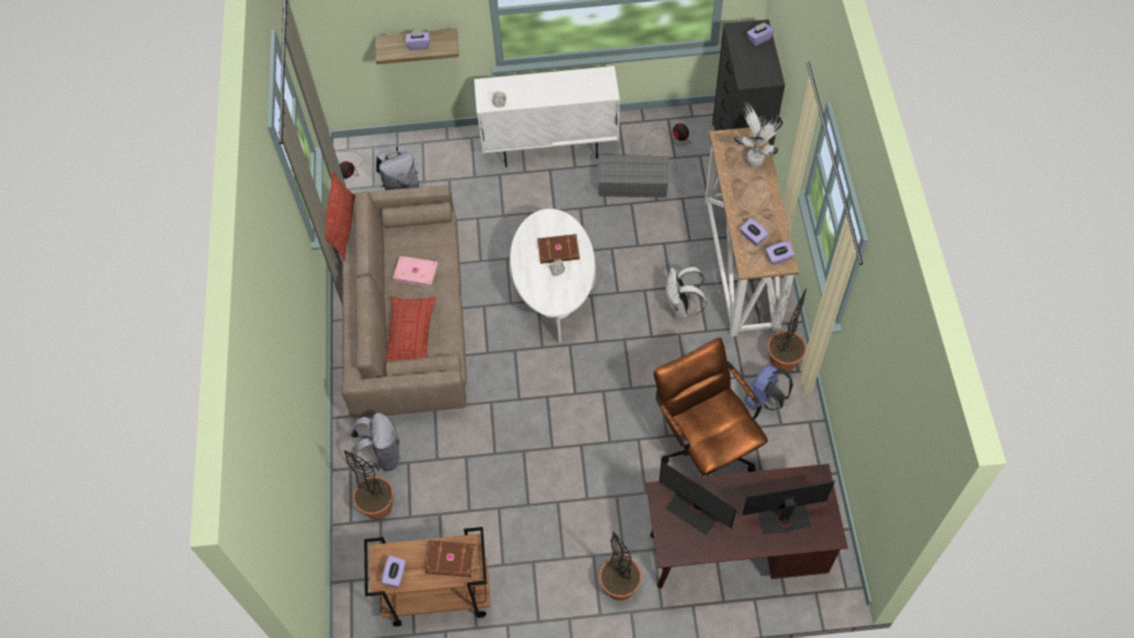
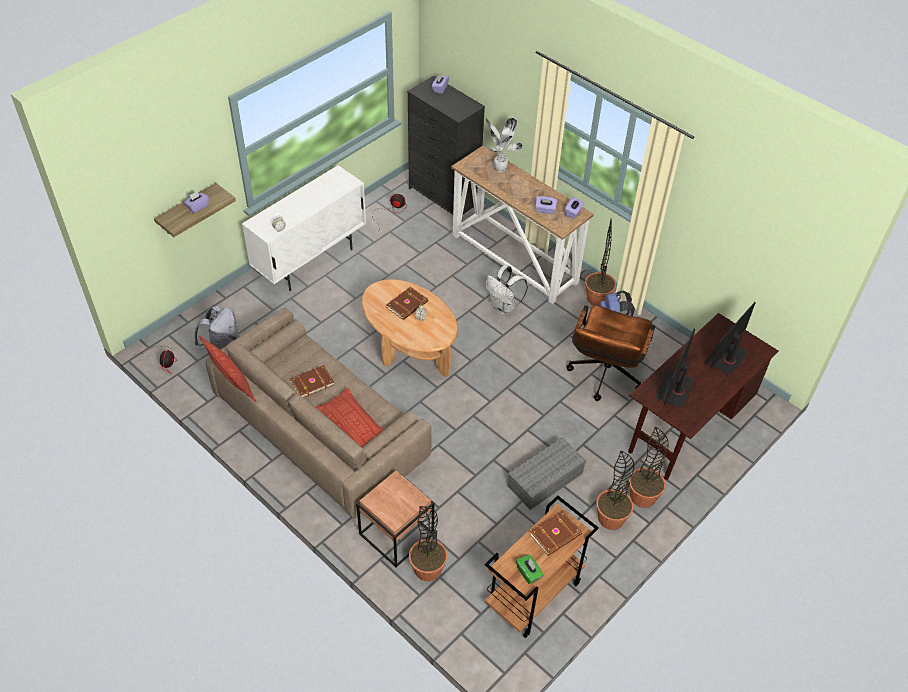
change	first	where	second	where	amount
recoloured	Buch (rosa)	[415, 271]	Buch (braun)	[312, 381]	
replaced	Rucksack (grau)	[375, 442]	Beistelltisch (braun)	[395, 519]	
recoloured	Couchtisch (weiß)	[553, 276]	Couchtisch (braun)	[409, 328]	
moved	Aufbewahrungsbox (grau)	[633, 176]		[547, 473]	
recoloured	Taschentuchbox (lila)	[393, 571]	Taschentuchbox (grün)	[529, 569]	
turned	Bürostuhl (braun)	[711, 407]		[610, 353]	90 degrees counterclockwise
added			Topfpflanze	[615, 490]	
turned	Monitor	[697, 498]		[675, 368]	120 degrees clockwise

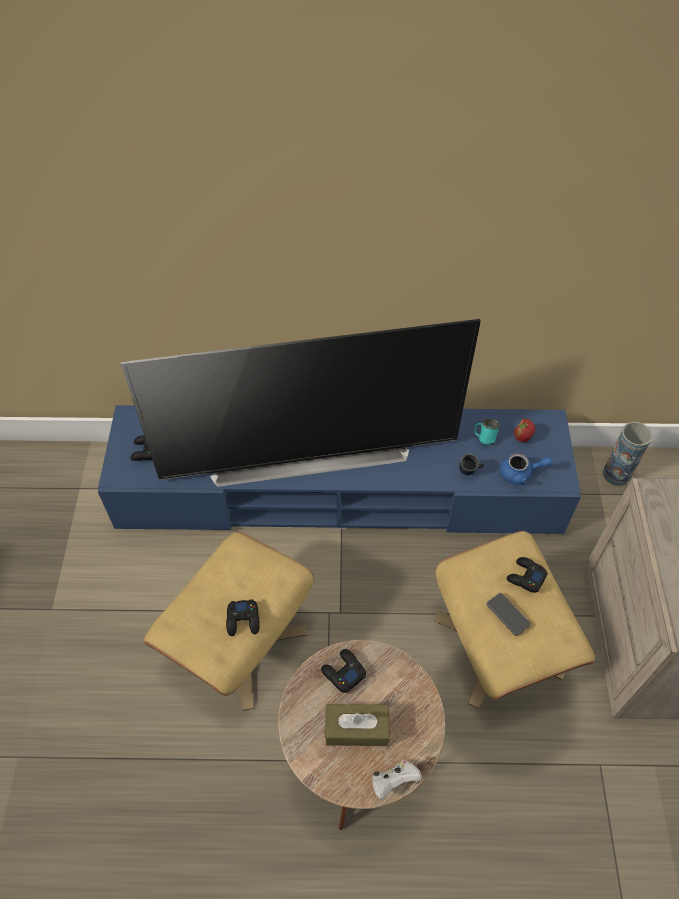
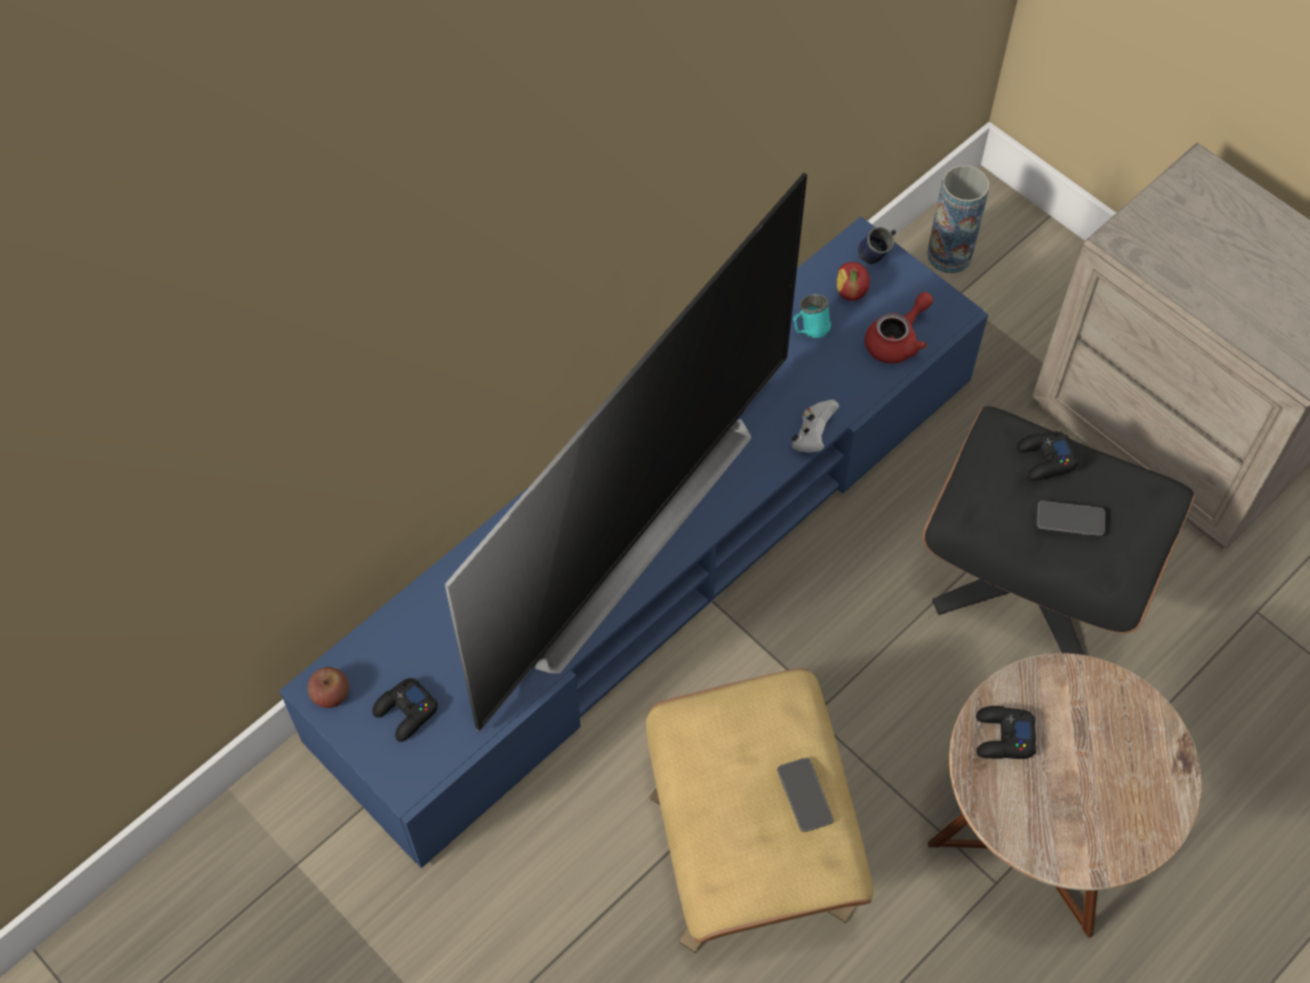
change	first	where	second	where	amount
added			Apfel	[328, 687]	
replaced	Gamepad (schwarz)	[243, 617]	Handy	[805, 795]	
moved	Gamepad (weiß)	[397, 780]		[815, 426]	
moved	Henkelbecher (blau)	[471, 464]		[877, 245]	
recoloured	Teekanne (blau)	[526, 469]	Teekanne (rot)	[899, 328]	
recoloured	Polsterhocker (beige)	[514, 620]	Polsterhocker (schwarz)	[1059, 530]	
removed	Taschentuchbox (braun)	[357, 725]			

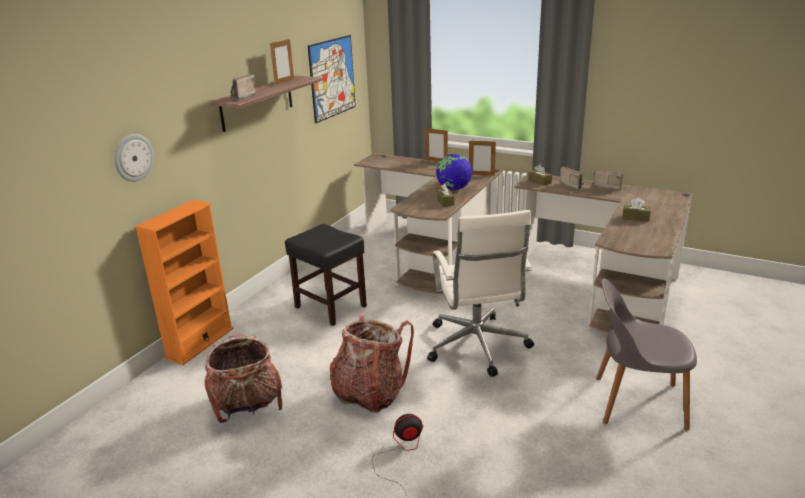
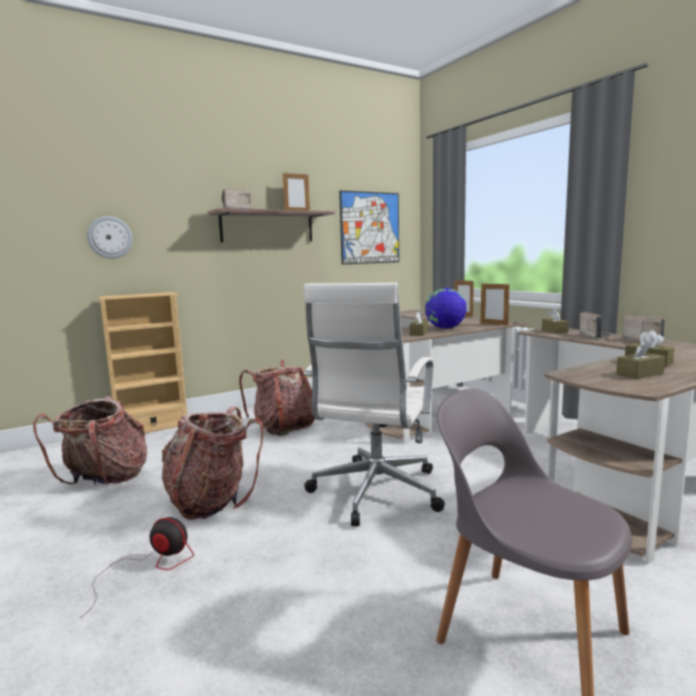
change	first	where	second	where	amount
recoloured	Bücherregal (orange)	[184, 282]	Bücherregal (beige)	[142, 362]	
replaced	Hocker (schwarz)	[326, 275]	Rucksack	[277, 398]	
added			Taschentuchbox (braun)	[640, 359]	

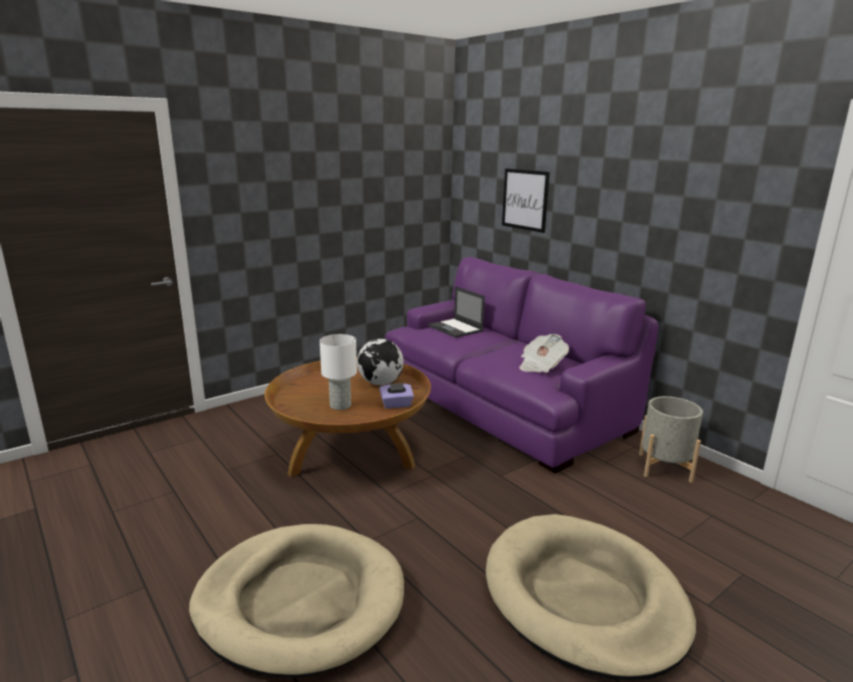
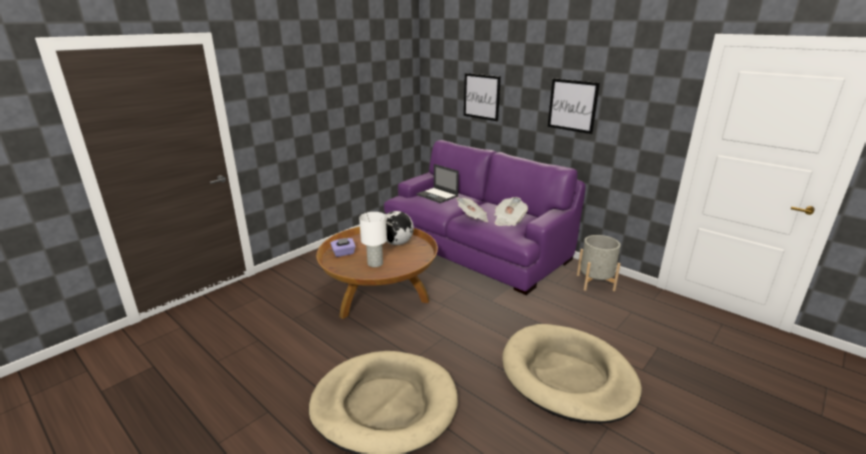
change	first	where	second	where	amount
moved	Taschentuchbox (lila)	[396, 396]		[343, 247]	
added			Zeitung	[472, 209]	
added			Bild	[574, 106]	

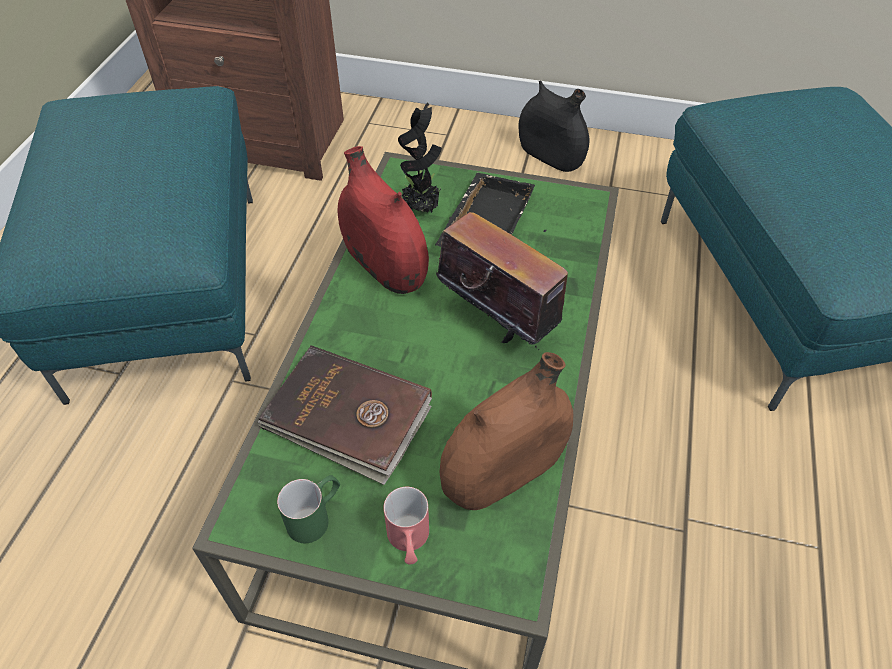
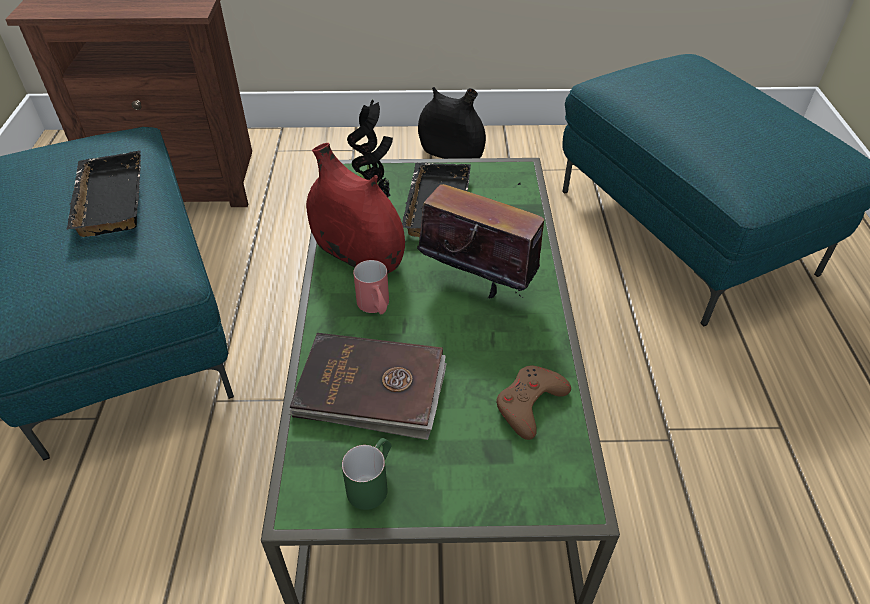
change	first	where	second	where	amount
added			Tablett (schwarz)	[103, 194]	
moved	Henkelbecher (rot)	[406, 525]		[371, 287]	
replaced	Vase (braun)	[506, 431]	Gamepad (braun)	[533, 402]	

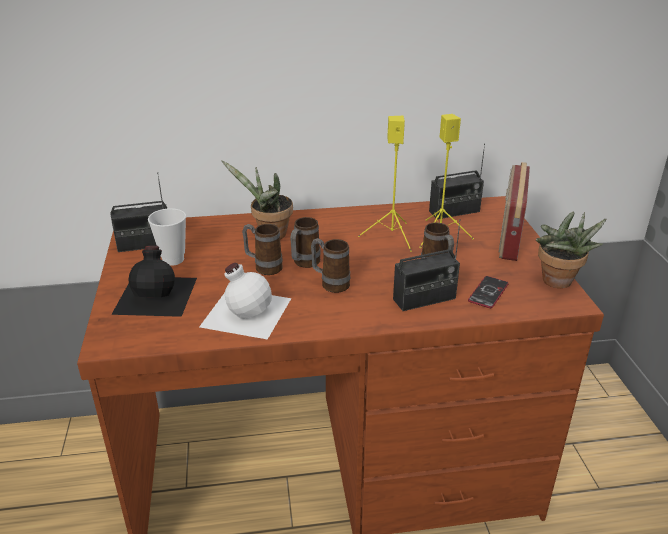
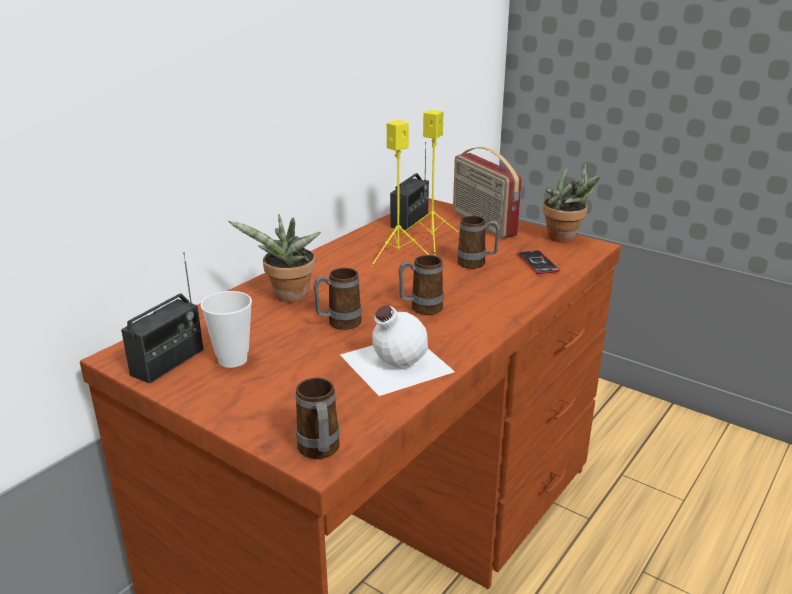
change	first	where	second	where	amount
moved	Henkelbecher	[305, 242]		[318, 418]	
removed	Flasche (schwarz)	[154, 281]			
removed	Radio	[427, 265]			

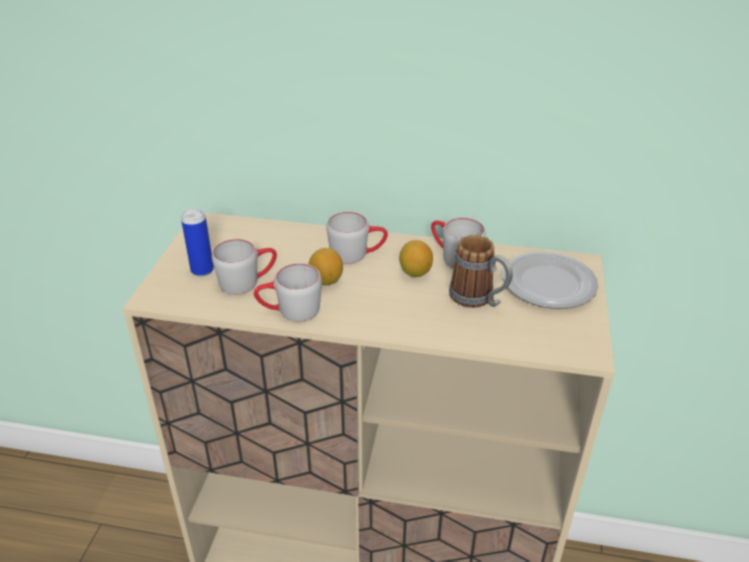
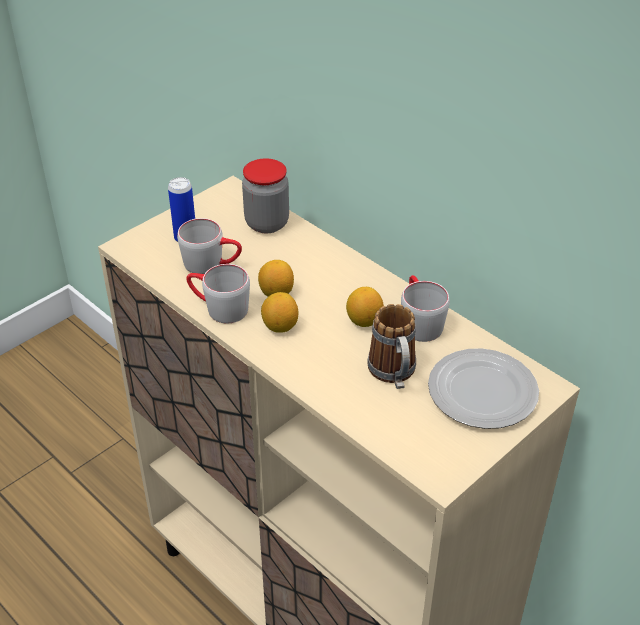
change	first	where	second	where	amount
added			Vorratsglas	[265, 195]	
added			Zitrone	[279, 312]	
removed	Henkelbecher (grau)	[357, 238]			

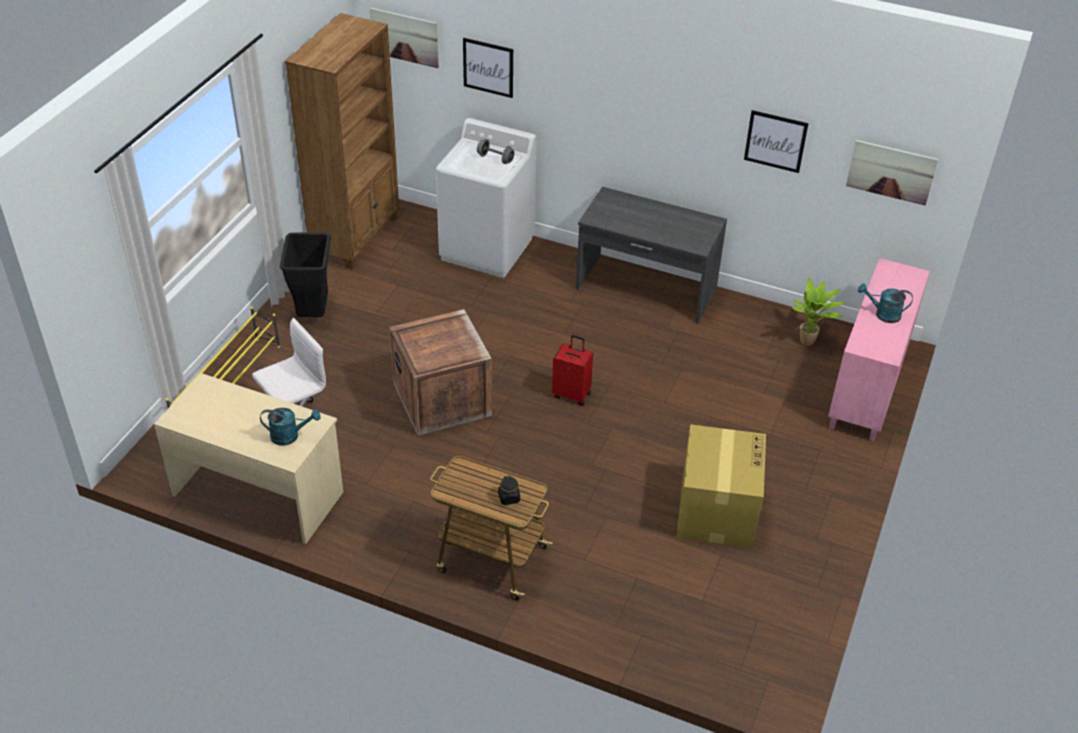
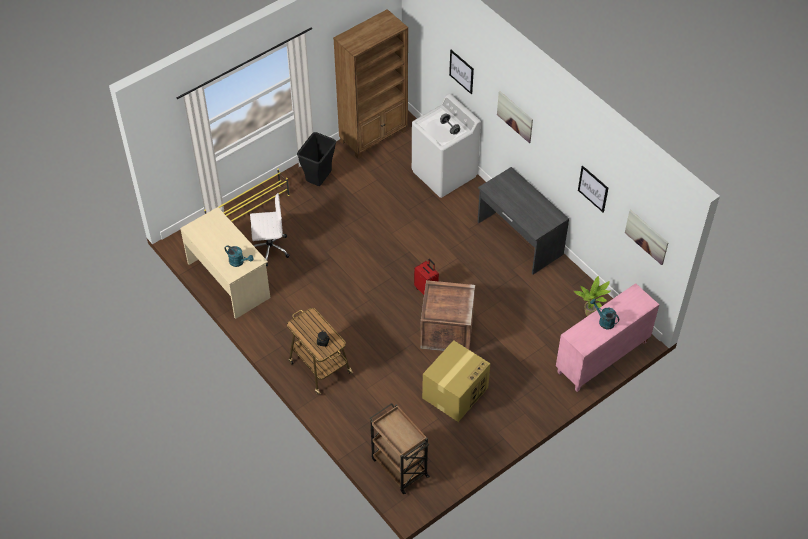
change	first	where	second	where	amount
added			Rollwagen (braun)	[399, 448]	
moved	Kiste	[441, 372]		[447, 315]	
moved	Bild	[404, 38]		[515, 117]	

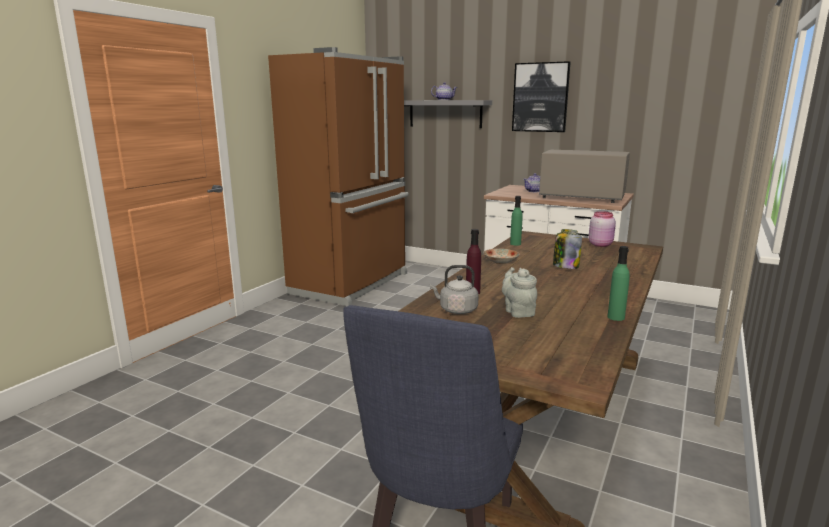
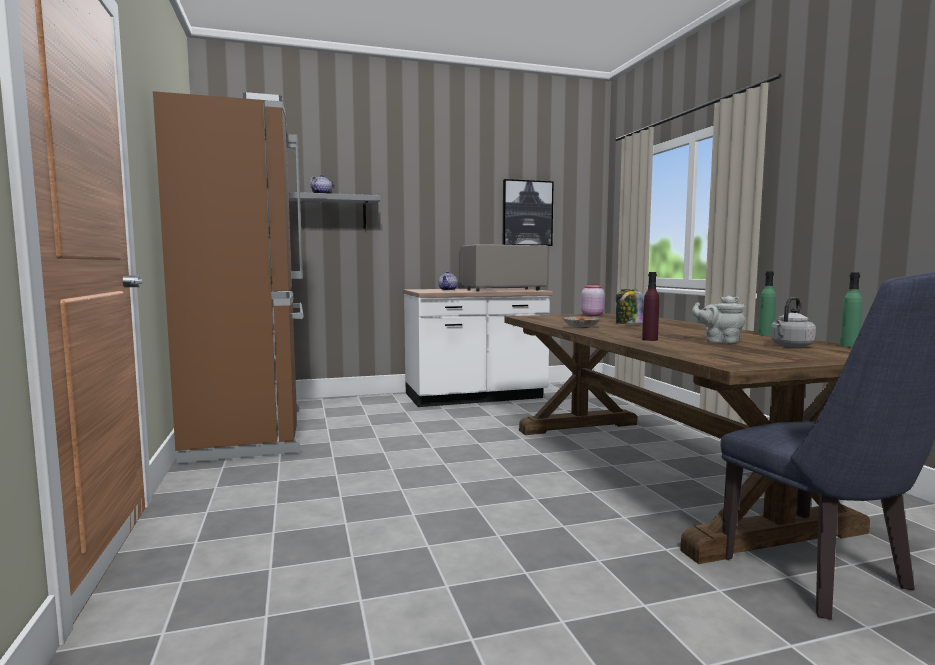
change	first	where	second	where	amount
moved	Bild	[541, 96]		[528, 212]	
moved	Wasserkessel (grau)	[454, 289]		[793, 322]	
moved	Flasche (grün)	[516, 221]		[851, 310]	

